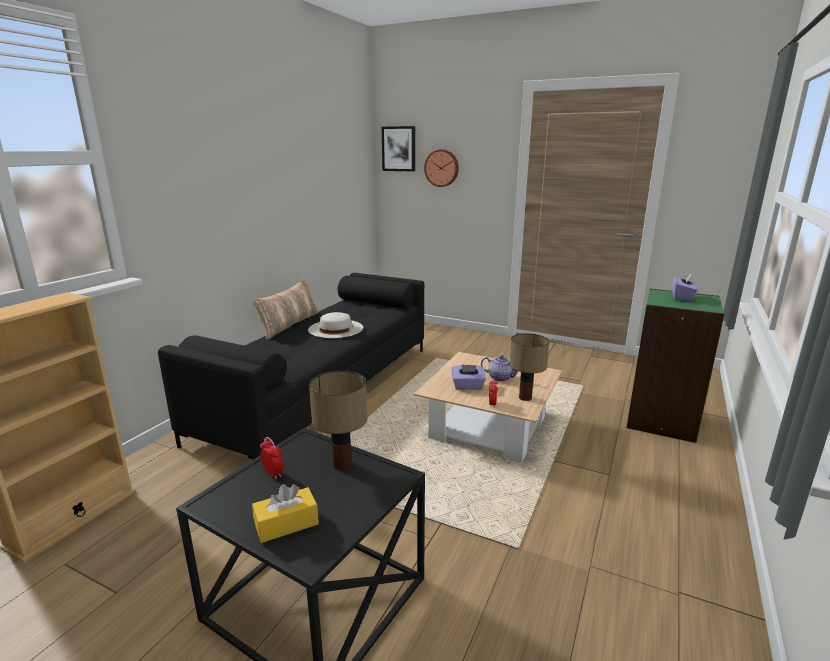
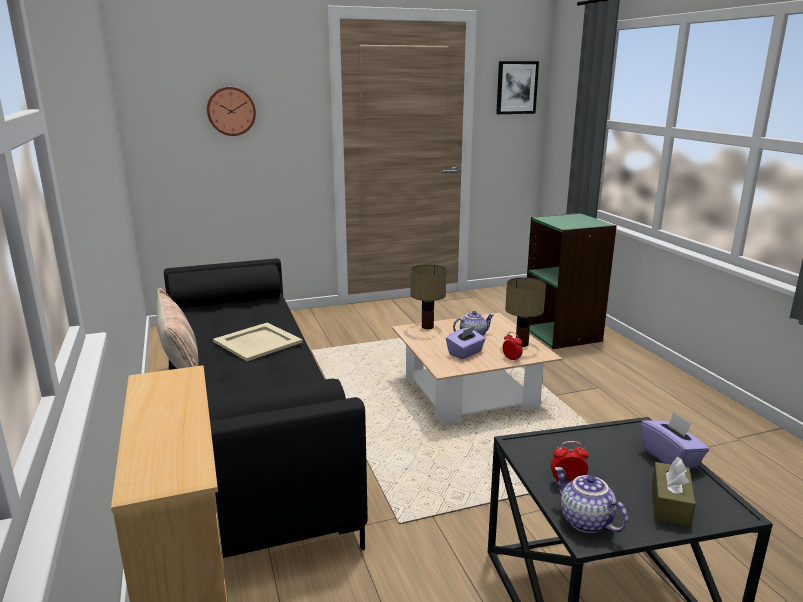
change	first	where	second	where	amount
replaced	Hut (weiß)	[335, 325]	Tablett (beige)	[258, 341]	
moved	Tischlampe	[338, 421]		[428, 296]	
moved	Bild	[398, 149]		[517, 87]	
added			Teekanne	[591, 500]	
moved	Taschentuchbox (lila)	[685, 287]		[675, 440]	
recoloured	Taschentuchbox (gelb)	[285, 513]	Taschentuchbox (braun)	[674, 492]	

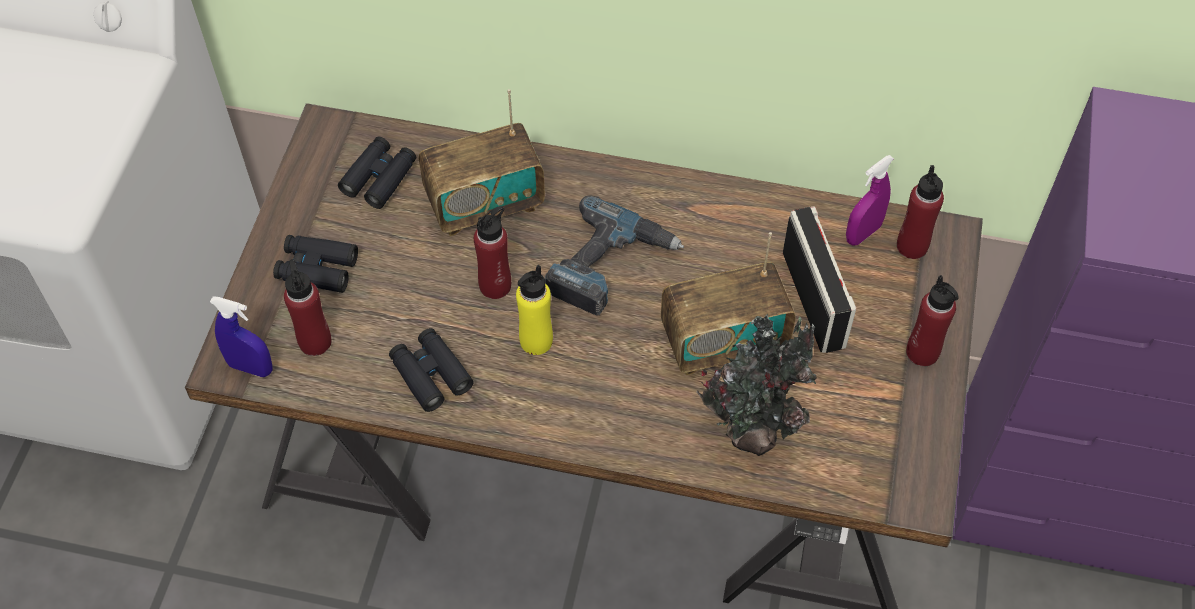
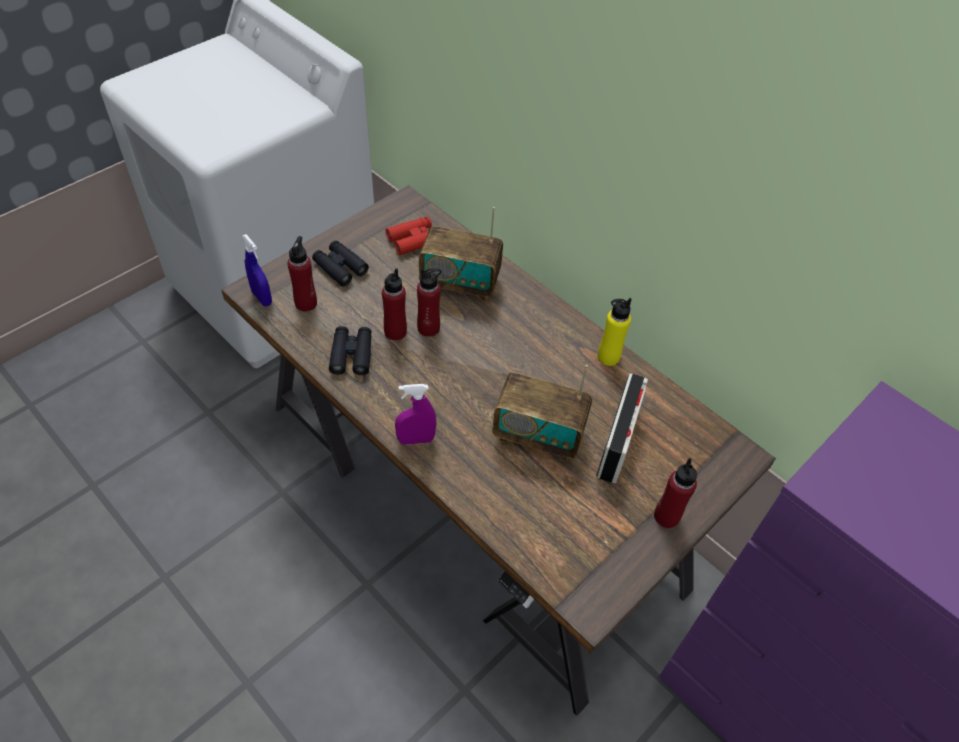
change	first	where	second	where	amount
moved	Flasche (rot)	[920, 212]		[394, 304]	
recoloured	Fernglas (schwarz)	[377, 173]	Fernglas (rot)	[409, 235]	
moved	Sprühflasche (lila)	[870, 200]		[415, 414]	
moved	Flasche (gelb)	[534, 310]		[615, 332]	
removed	Bohrmaschine	[614, 256]			
removed	Topfpflanze	[756, 385]			

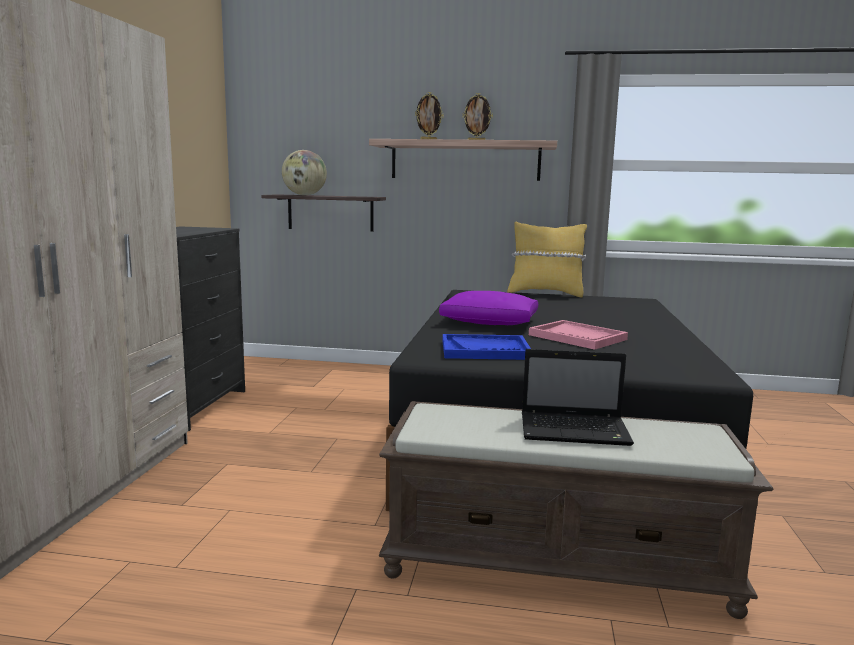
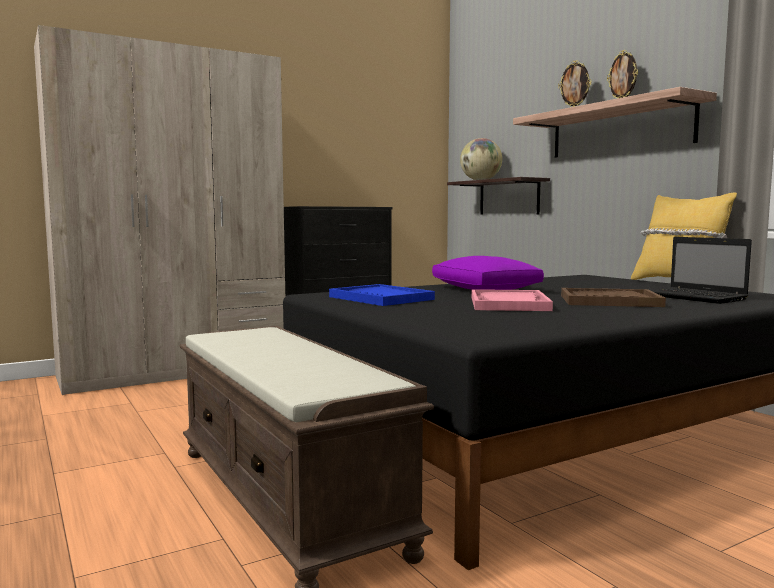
change	first	where	second	where	amount
added			Tablett (braun)	[613, 297]	
moved	Laptop	[578, 397]		[701, 270]	

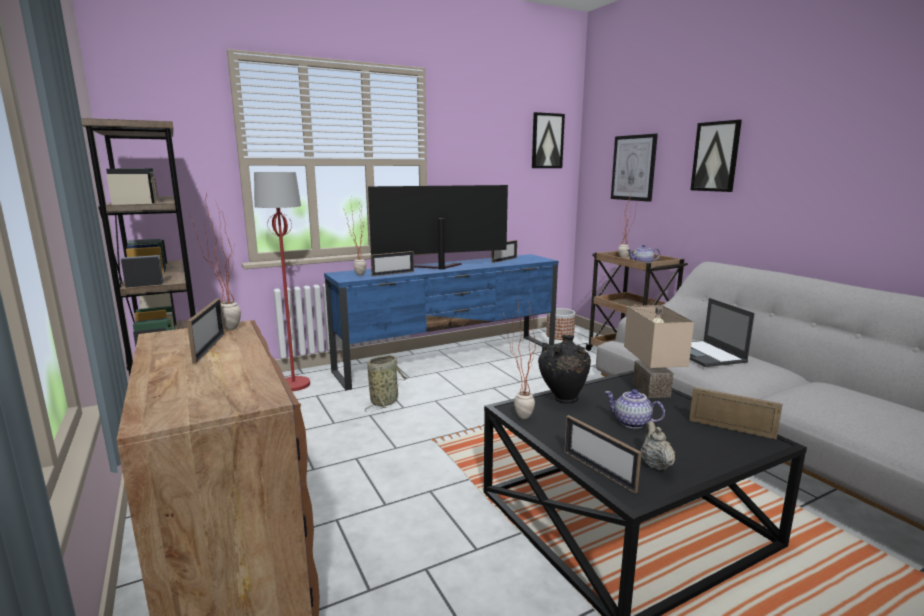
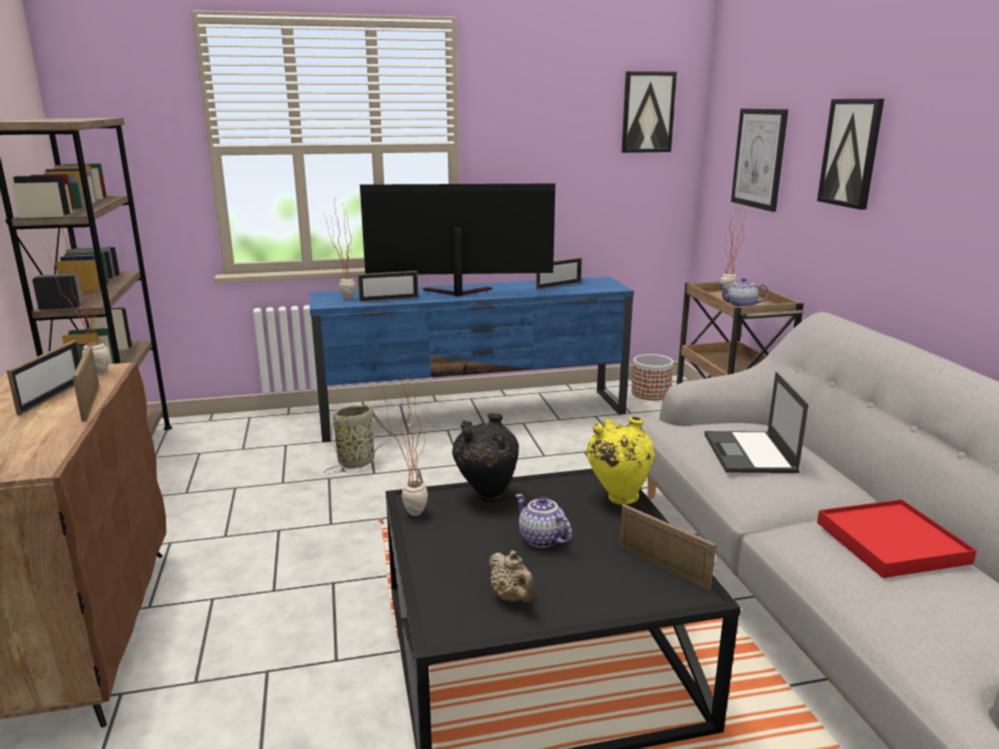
change	first	where	second	where	amount
moved	Bilderrahmen	[603, 454]		[86, 384]	
turned	Teekanne (beige)	[657, 445]		[511, 576]	135 degrees clockwise
replaced	Tischlampe (beige)	[659, 351]	Vase (gelb)	[620, 460]	
added			Tablett (rot)	[897, 538]	
removed	Stehlampe (rot)	[282, 281]			

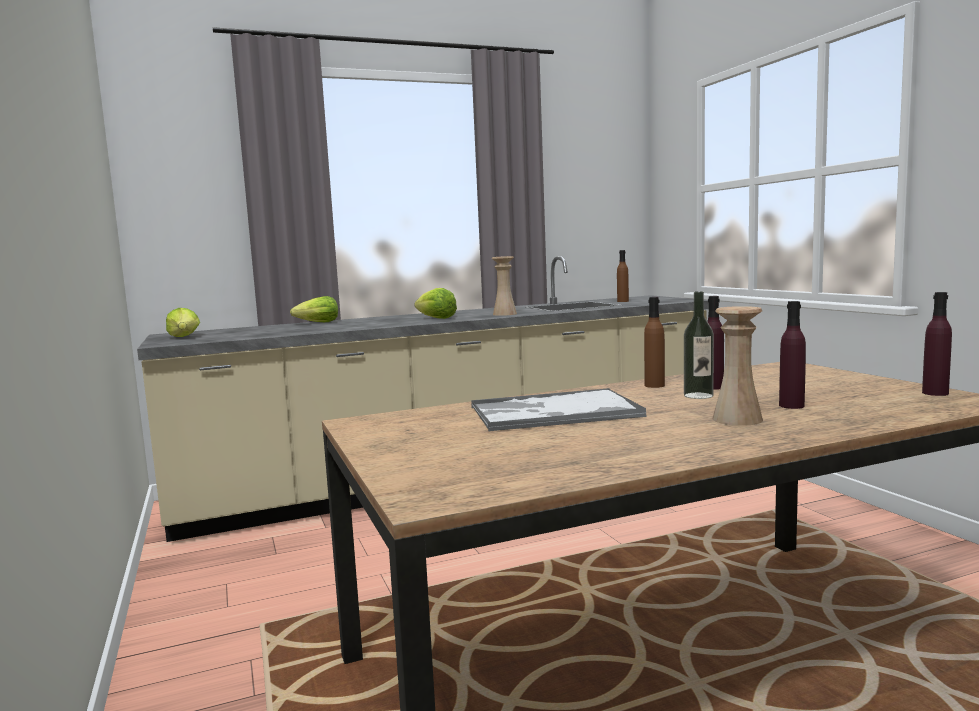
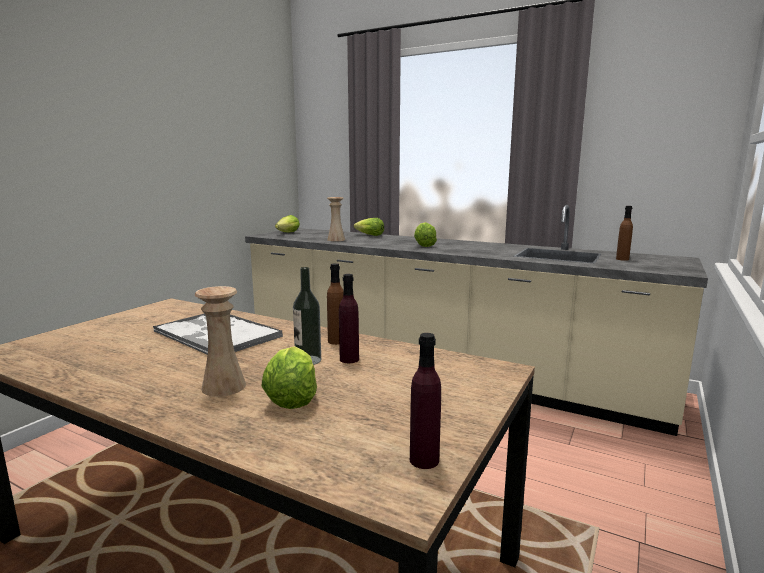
change	first	where	second	where	amount
replaced	Flasche (lila)	[792, 355]	Salatkopf	[289, 377]	
moved	Vase (beige)	[504, 286]		[336, 219]	

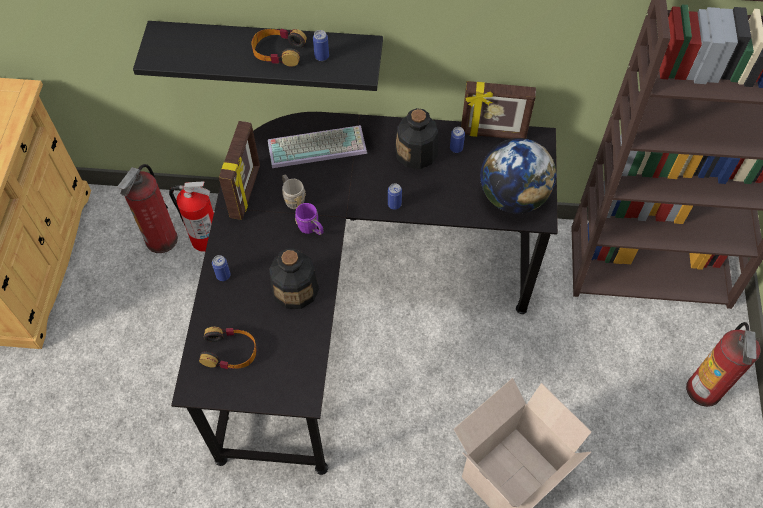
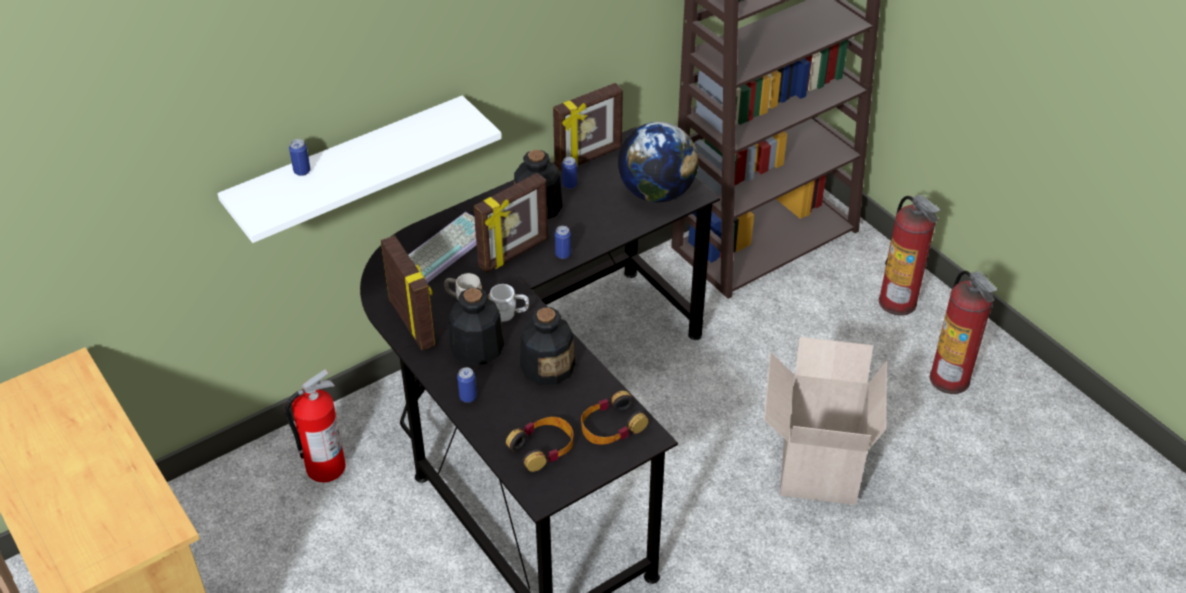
change	first	where	second	where	amount
recoloured	Wandregal (schwarz)	[258, 56]	Wandregal (weiß)	[359, 169]	
moved	Dose	[321, 45]		[300, 157]	
added			Flasche	[476, 326]	
added			Bilderrahmen	[511, 222]	
recoloured	Henkelbecher (lila)	[309, 219]	Henkelbecher (weiß)	[508, 303]	
moved	Kopfhörer	[279, 48]		[614, 418]	
moved	Feuerlöscher	[147, 208]		[963, 332]	

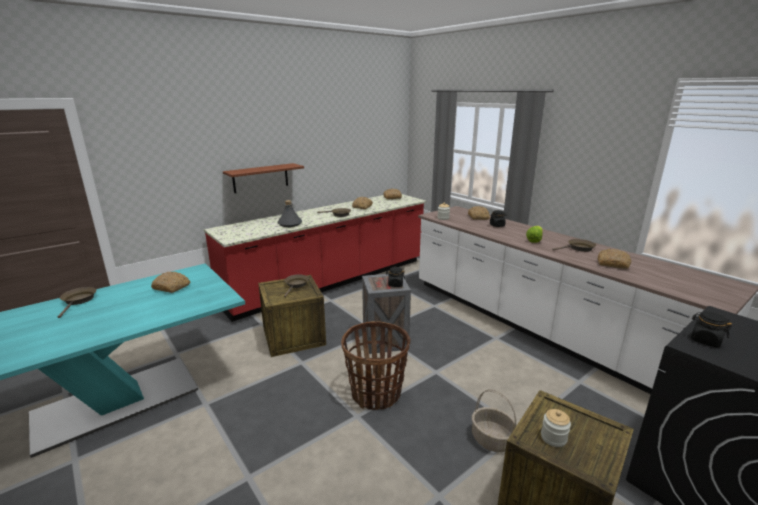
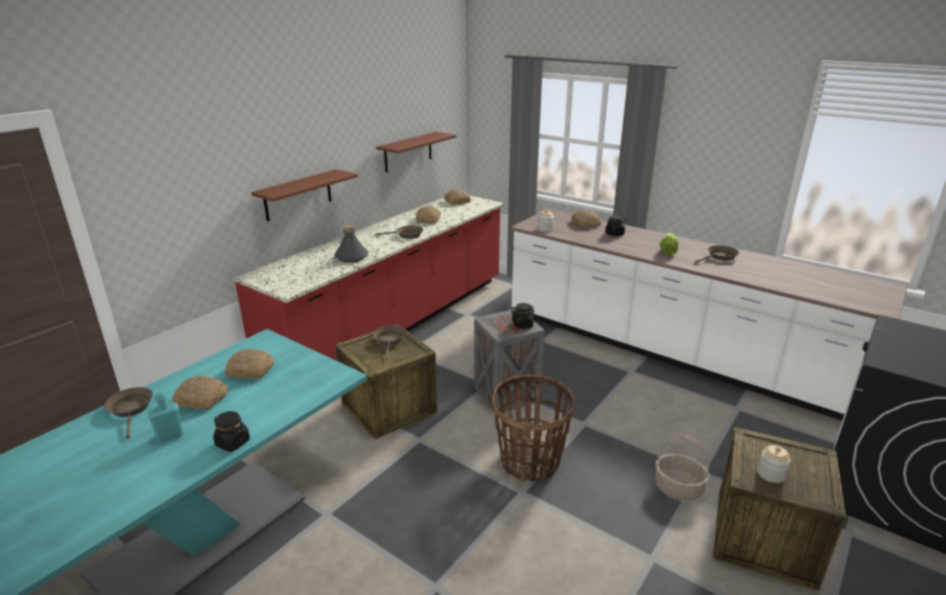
change	first	where	second	where	amount
added			Flasche (türkis)	[166, 417]	
moved	Brot	[615, 259]		[200, 393]	
moved	Vorratsglas (schwarz)	[711, 329]		[231, 431]	
added			Wandregal (braun)	[417, 152]	

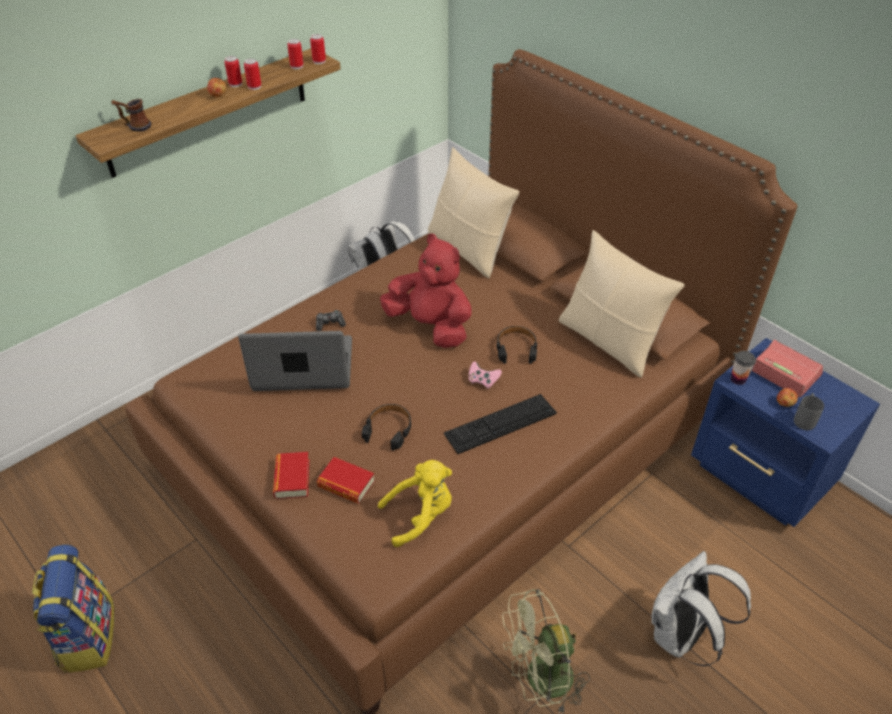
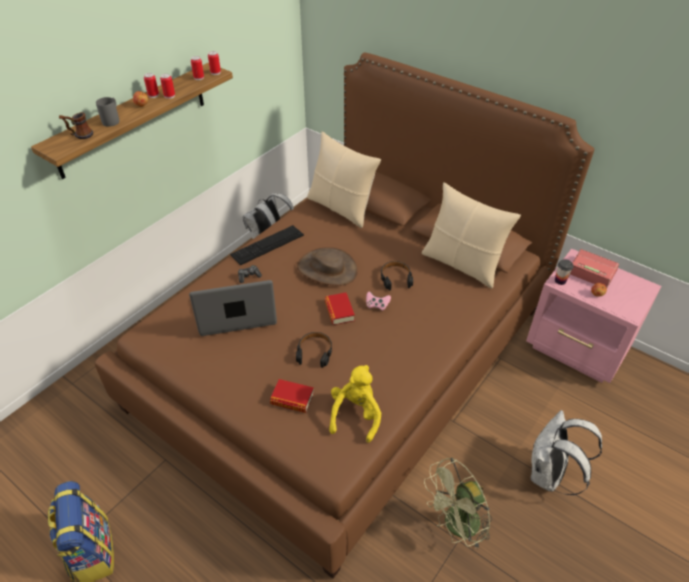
change	first	where	second	where	amount
moved	Henkelbecher (grau)	[809, 411]		[108, 112]	
moved	Tastatur	[500, 424]		[267, 245]	
replaced	Plüschtier (rot)	[426, 291]	Hut (braun)	[327, 266]	
moved	Buch	[291, 475]		[340, 309]	
turned	Plüschtier (gelb)	[415, 503]		[355, 404]	45 degrees counterclockwise
recoloured	Nachttisch (blau)	[785, 432]	Nachttisch (rosa)	[593, 316]	

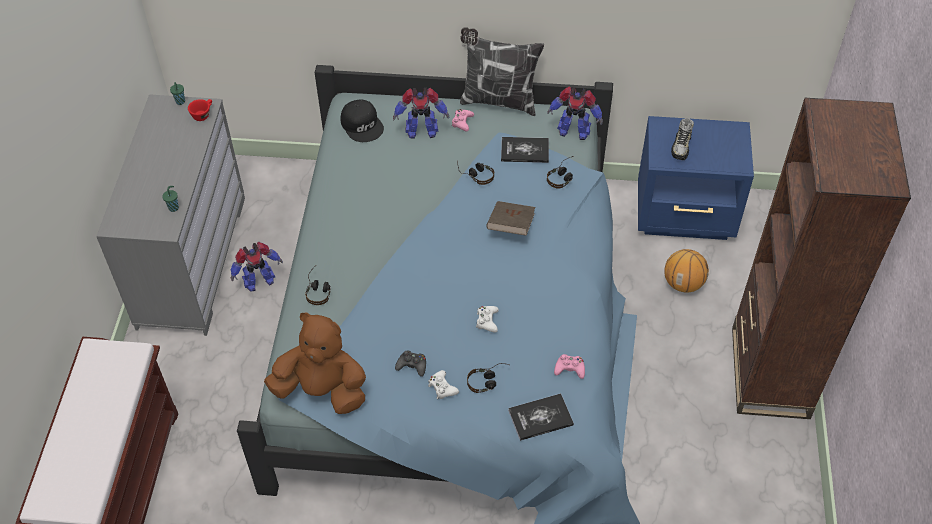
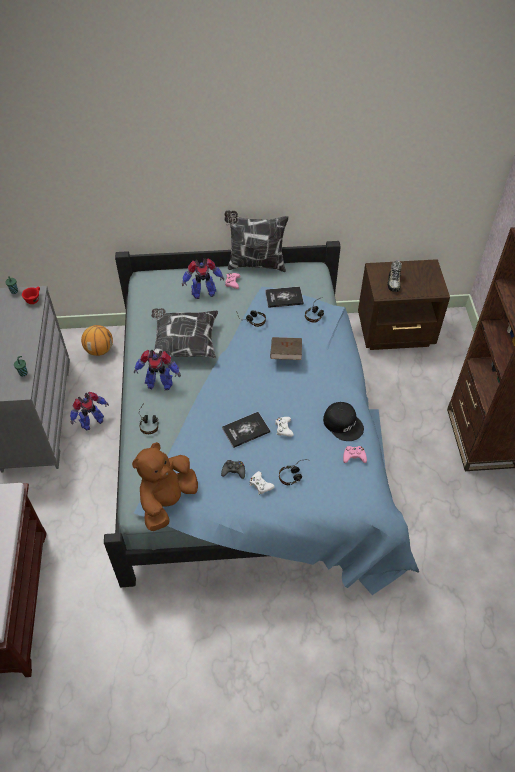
change	first	where	second	where	amount
moved	Basketball	[686, 271]		[97, 340]	
turned	Plüschtier (braun)	[315, 363]		[165, 486]	60 degrees counterclockwise
moved	Spielzeugroboter	[575, 113]		[157, 370]	
added			Kissen	[184, 333]	
moved	Buch	[541, 417]		[246, 430]	
moved	Kappe (schwarz)	[362, 120]		[343, 421]	
recoloured	Nachttisch (blau)	[696, 178]	Nachttisch (braun)	[404, 304]	

